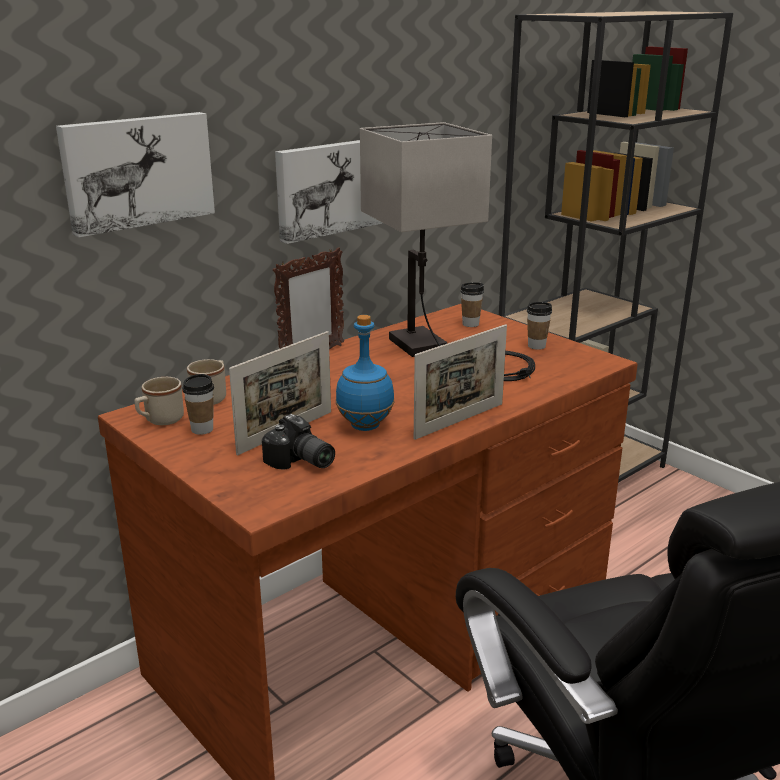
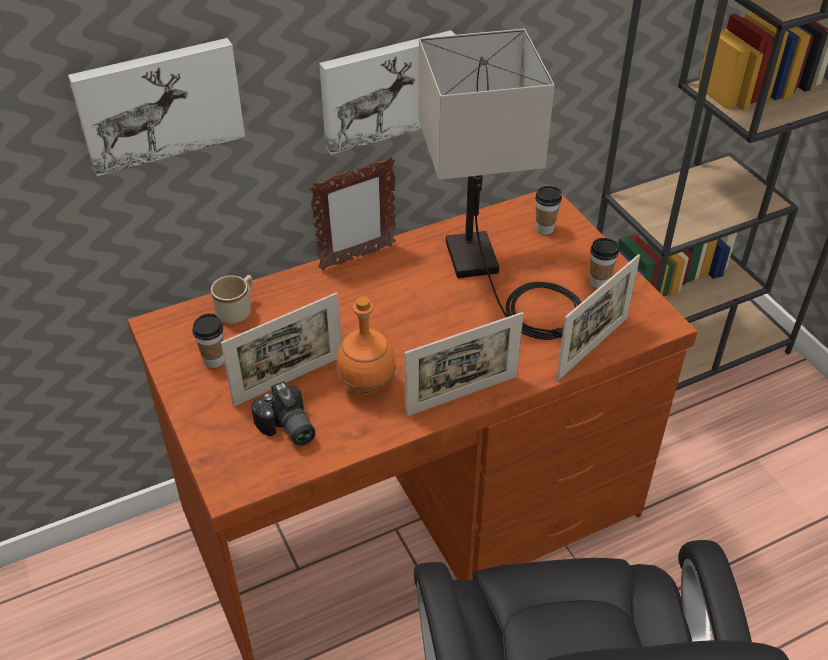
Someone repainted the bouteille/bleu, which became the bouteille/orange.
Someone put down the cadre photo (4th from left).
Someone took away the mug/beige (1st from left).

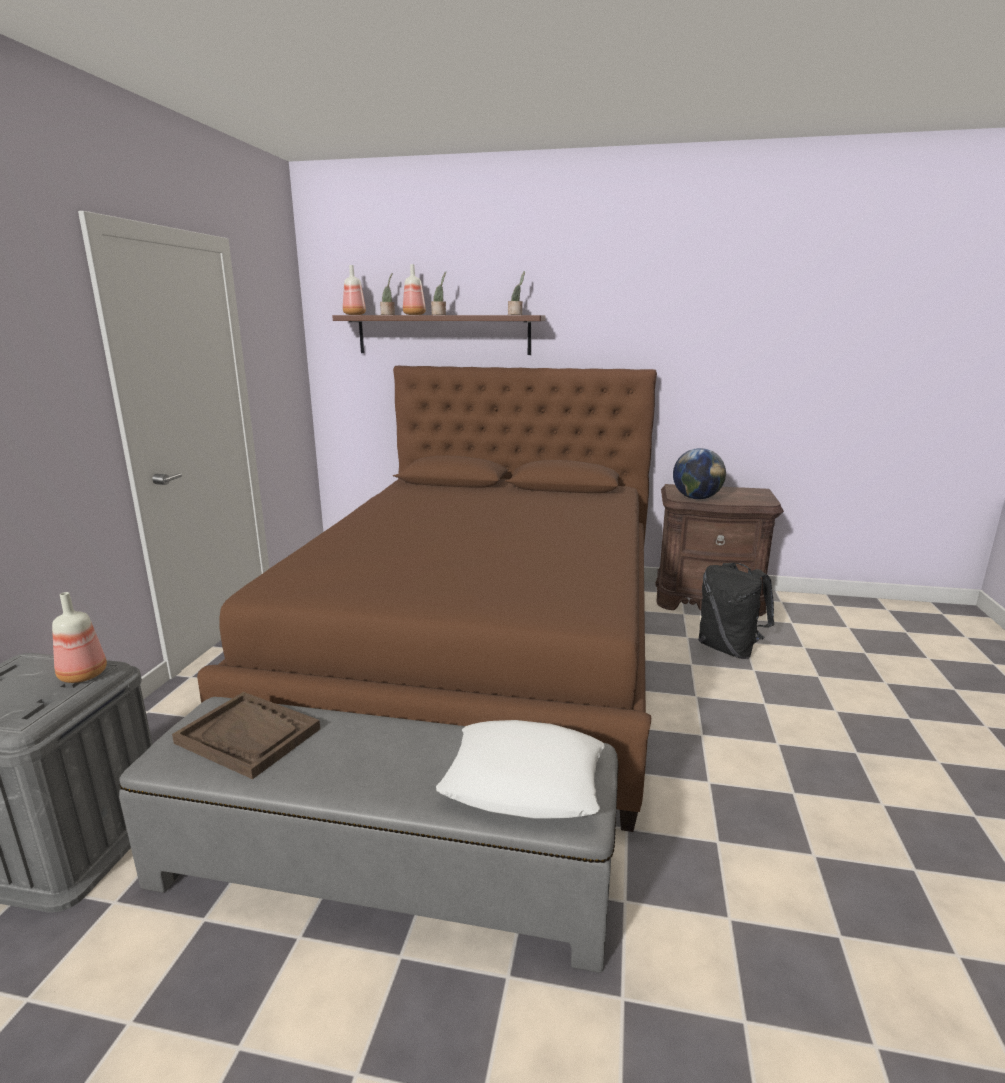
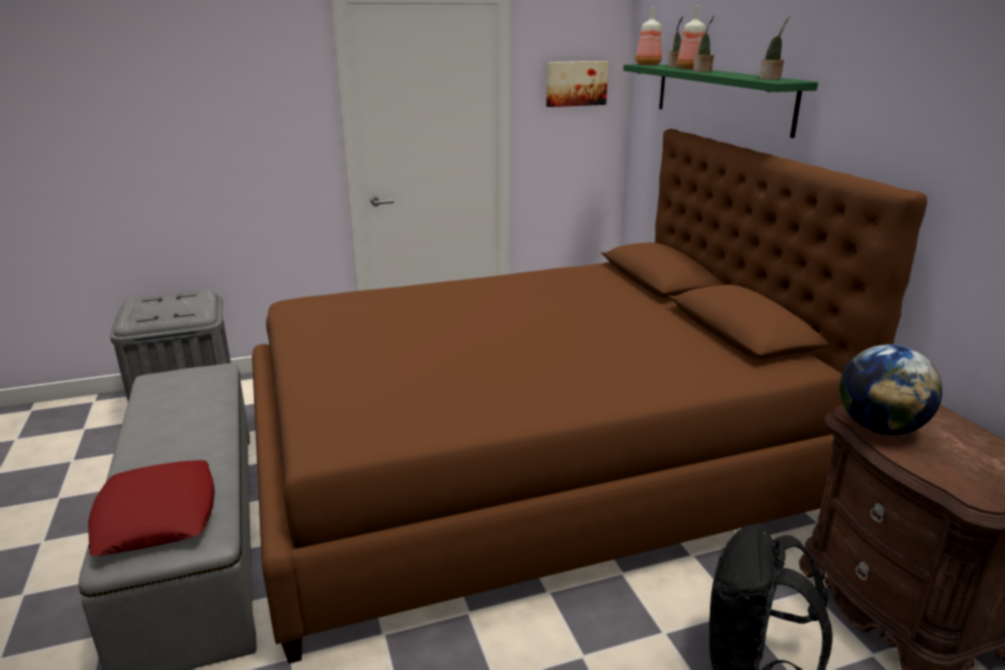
Someone repainted the coussin/blanc, which became the coussin/rouge.
Someone put up the tableau.
Someone repainted the étagère/marron, which became the étagère/vert.
Someone took away the bouteille (1st from left).
Someone took away the plateau/marron.

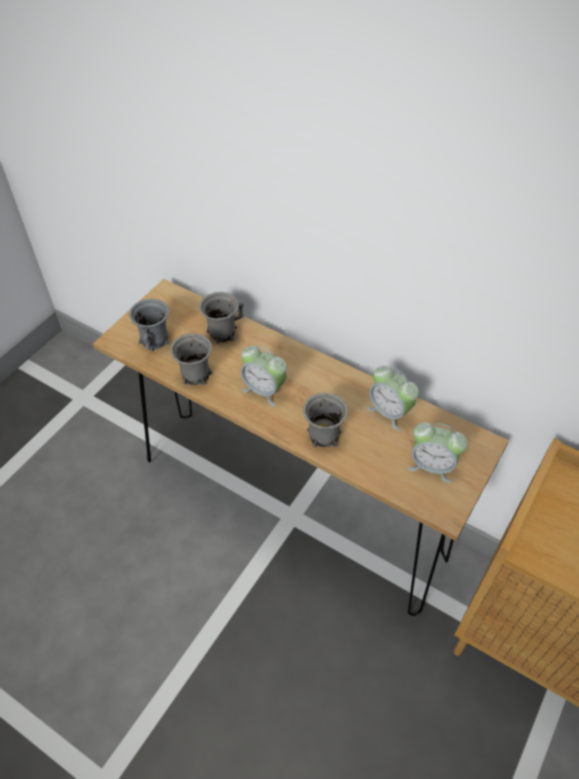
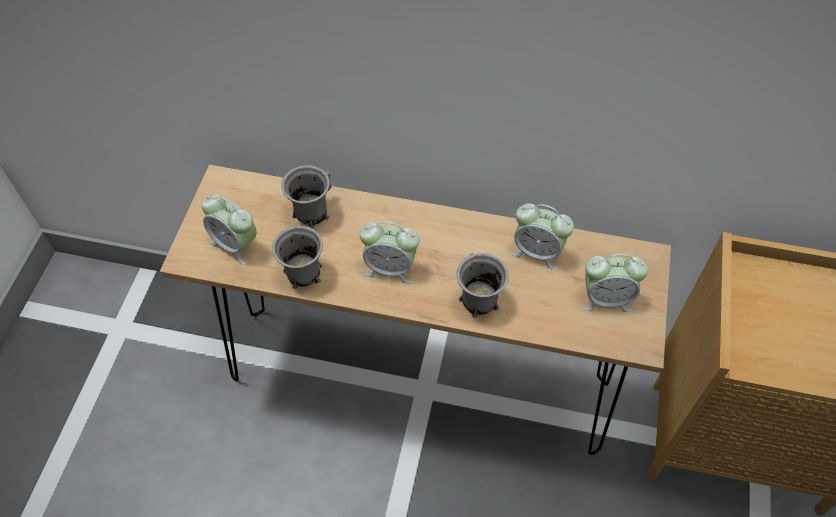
Someone swapped the mug/gris (1st from left) for the réveil (1st from left).

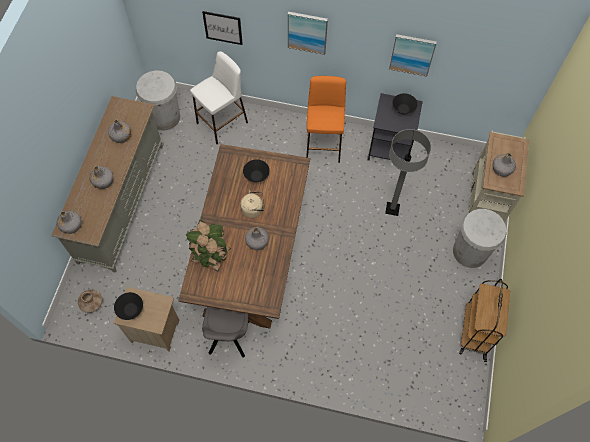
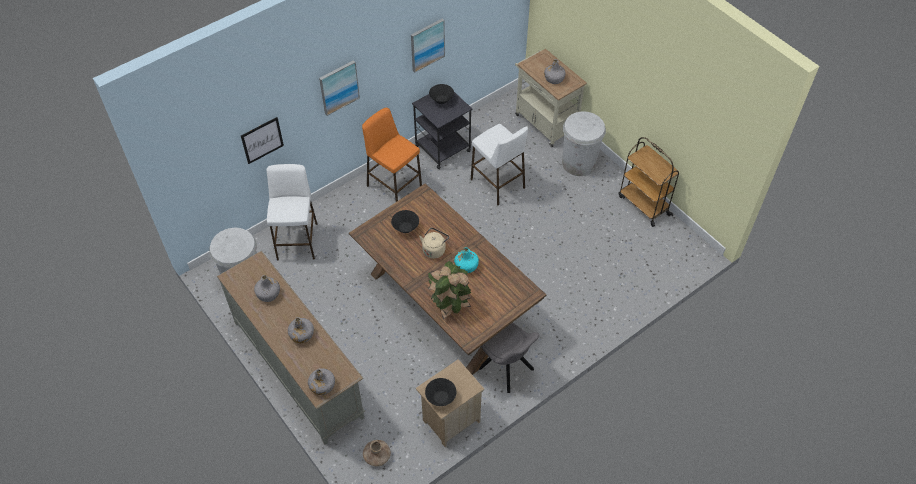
Someone repainted the bouteille/gris (4th from left), which became the bouteille/turquoise.
Someone swapped the lampadaire/gris for the tabouret/blanc (2nd from left).

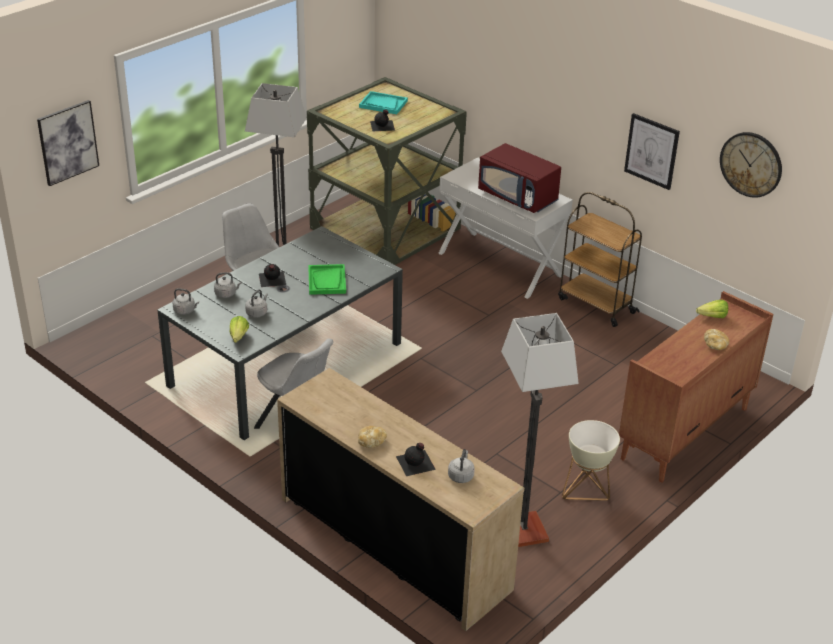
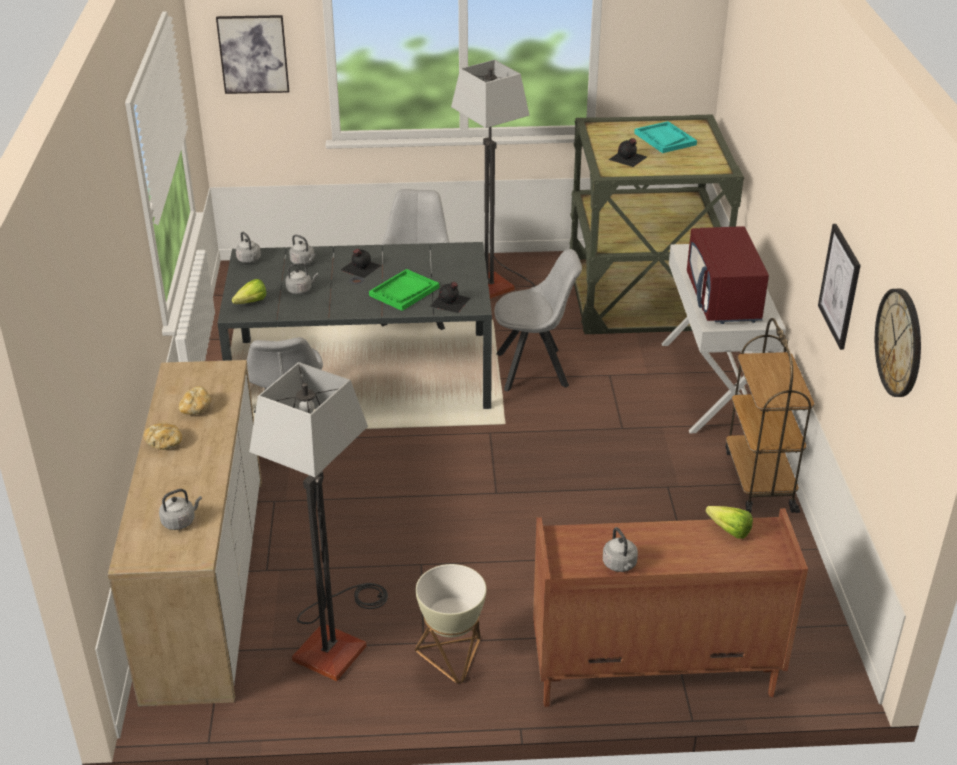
Someone carried the pain (2nd from left).
Someone carried the bouteille/noir (3rd from left in the first image).
Someone put down the chaise/gris (3rd from left).
Someone put down the bouilloire/gris (5th from left).

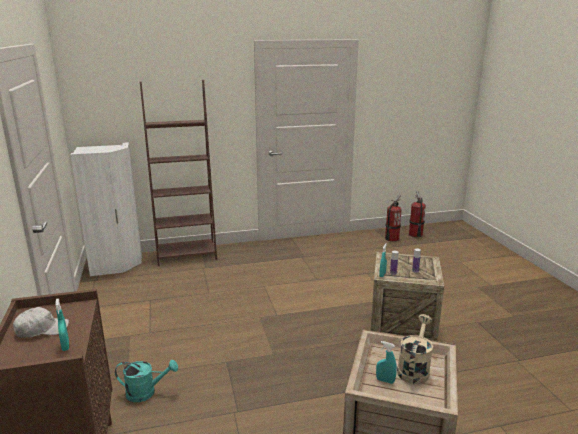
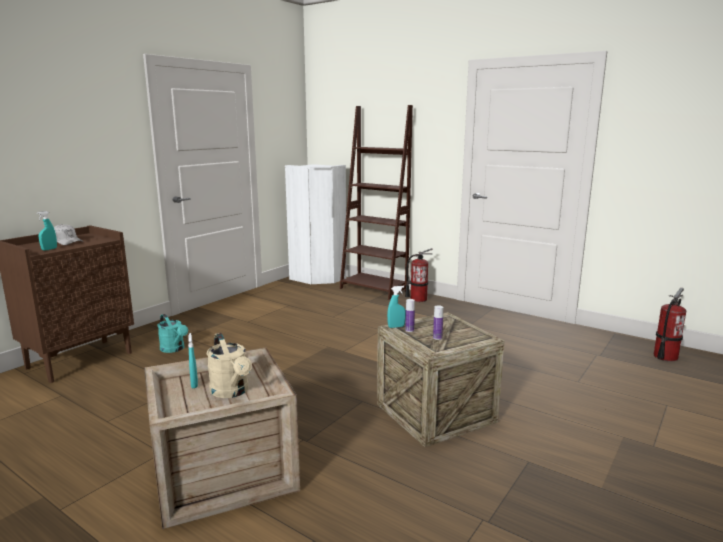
Someone rotated the arrosoir/beige by 75 degrees clockwise.
Someone carried the extincteur (1st from left).

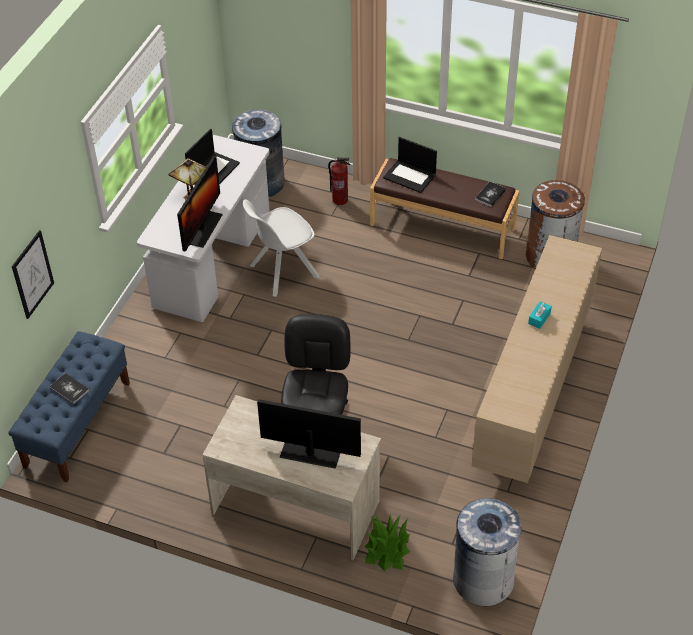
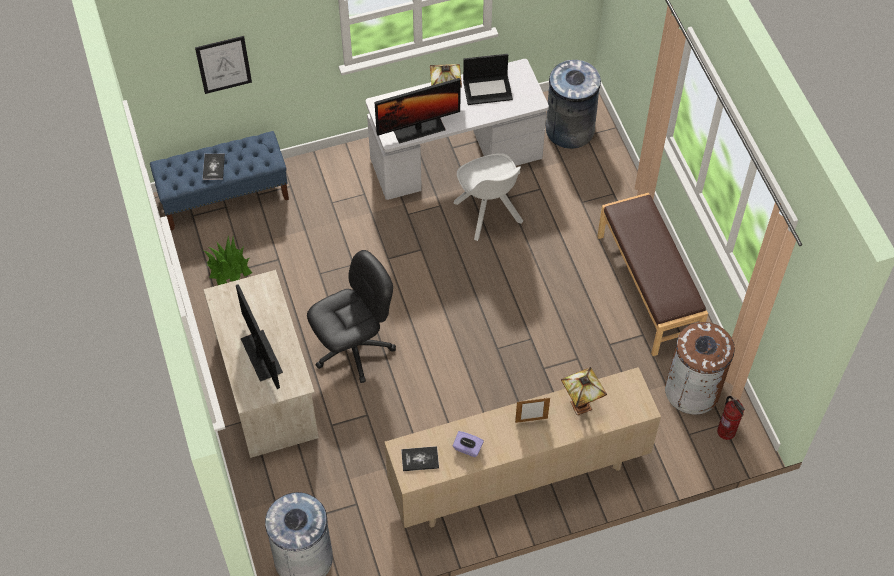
Someone carried the plante en pot.
Someone carried the livre (2nd from left).
Someone rotated the chaise/blanc by 135 degrees counterclockwise.
Someone put down the boîte à mouchoirs/violet.
Someone swapped the boîte à mouchoirs/turquoise for the cadre photo.
Someone put down the lampe de table (2nd from left).
Someone carried the extincteur.
Someone took away the ordinateur portable (2nd from left).

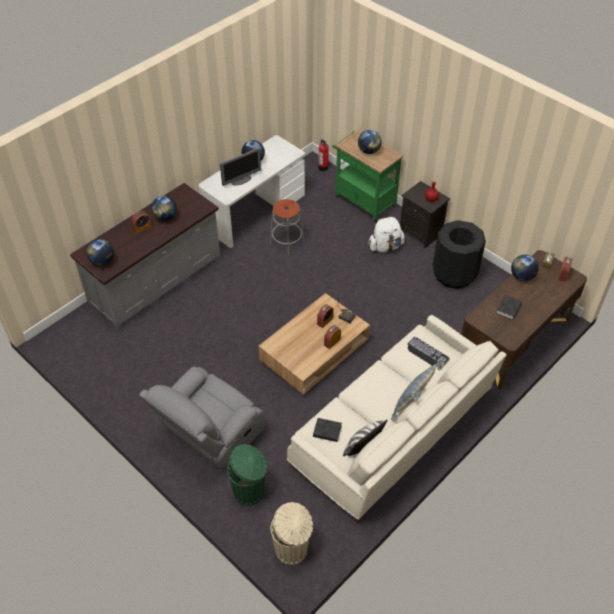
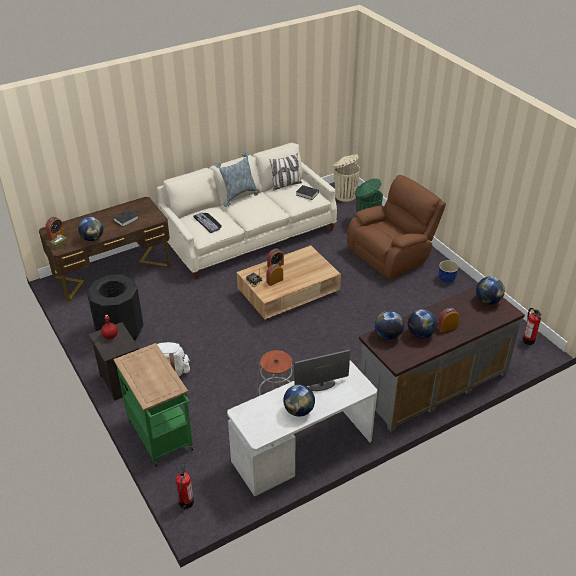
Someone repainted the fauteuil/gris, which became the fauteuil/marron.
Someone carried the globe (4th from left in the first image).
Someone put down the cache-pot.
Someone put down the extincteur (2nd from left).

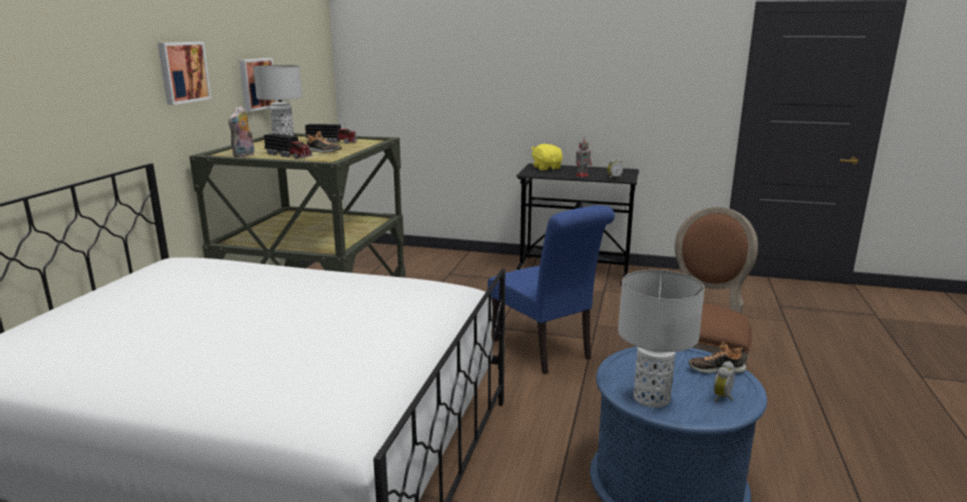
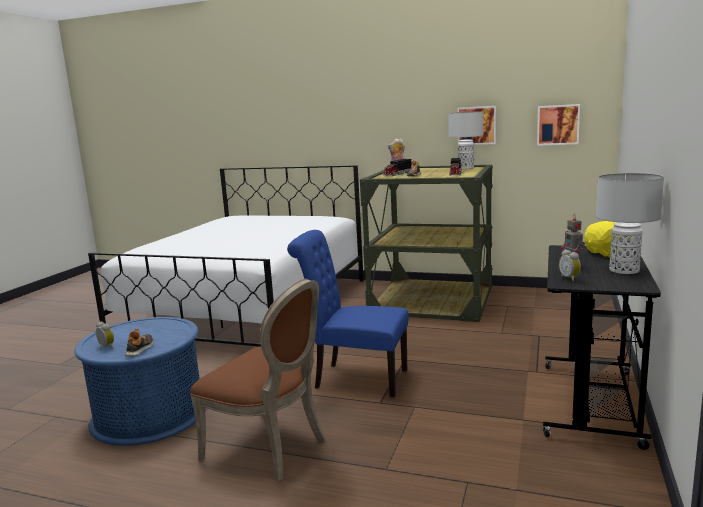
Someone rotated the chaise/bleu by 45 degrees clockwise.
Someone carried the tableau (1st from left in the first image).
Someone carried the lampe de table/blanc (2nd from left).

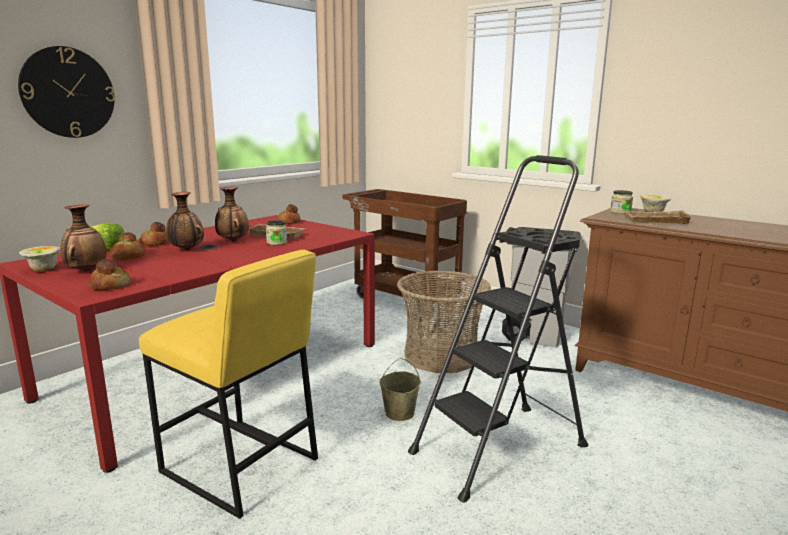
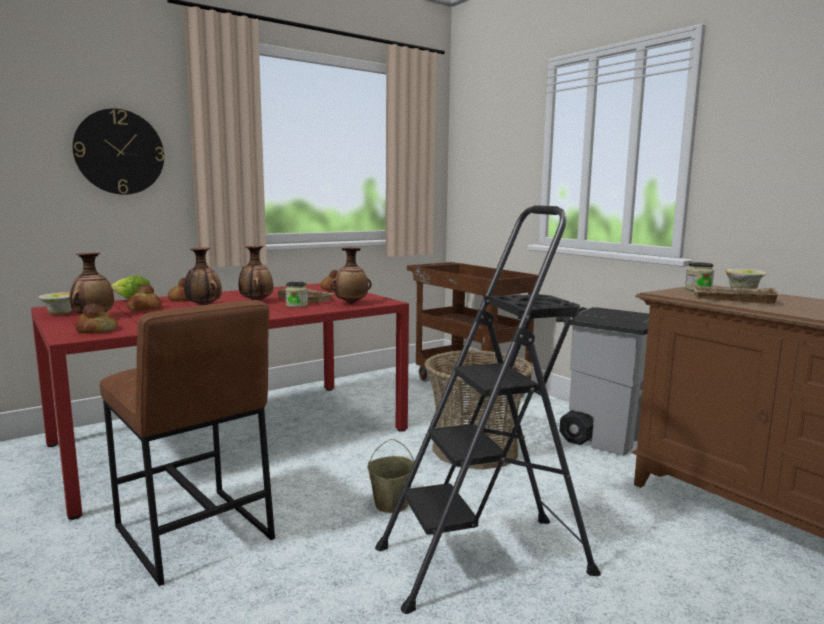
Someone repainted the chaise/jaune, which became the chaise/marron.
Someone put down the vase (4th from left).

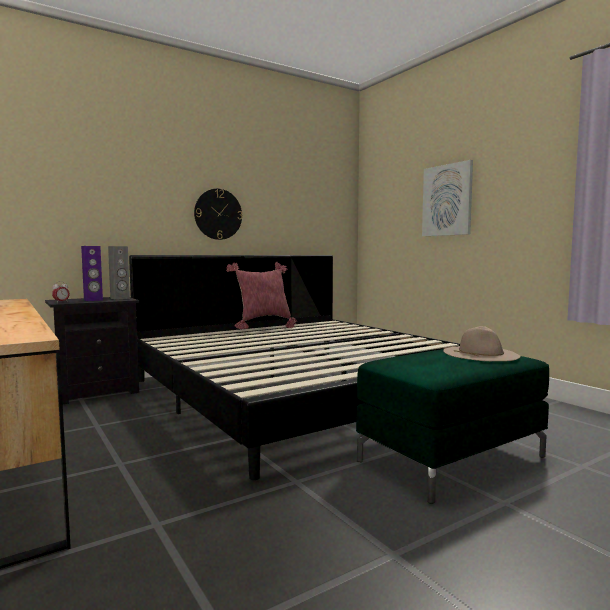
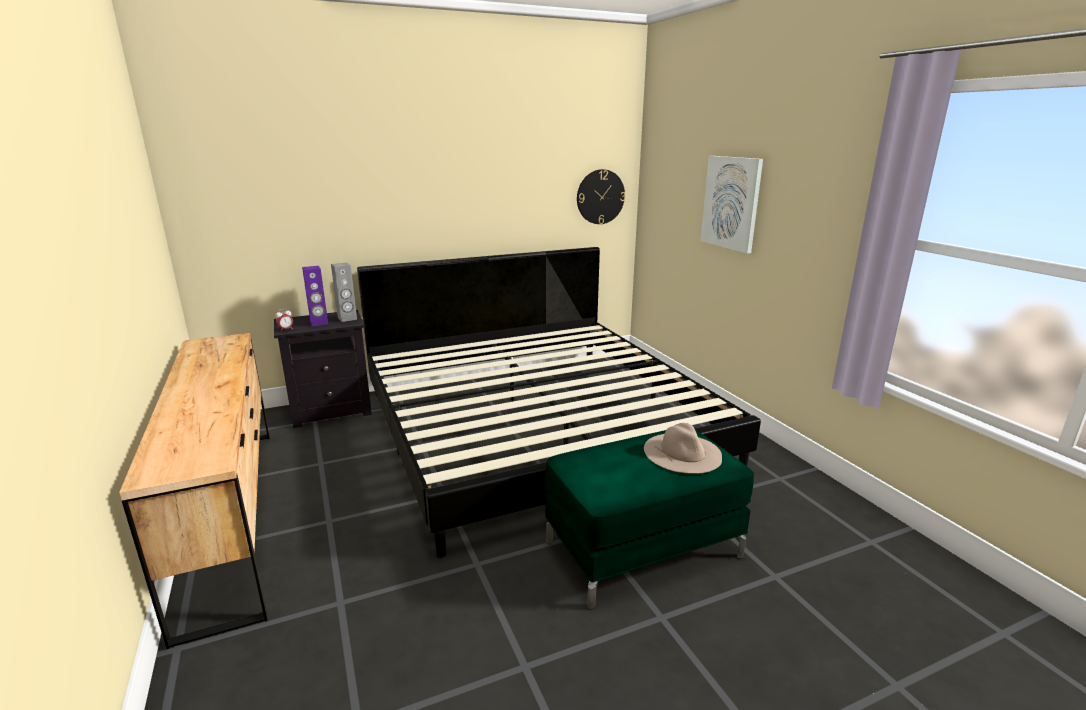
Someone carried the horloge murale.
Someone took away the coussin/rouge.

